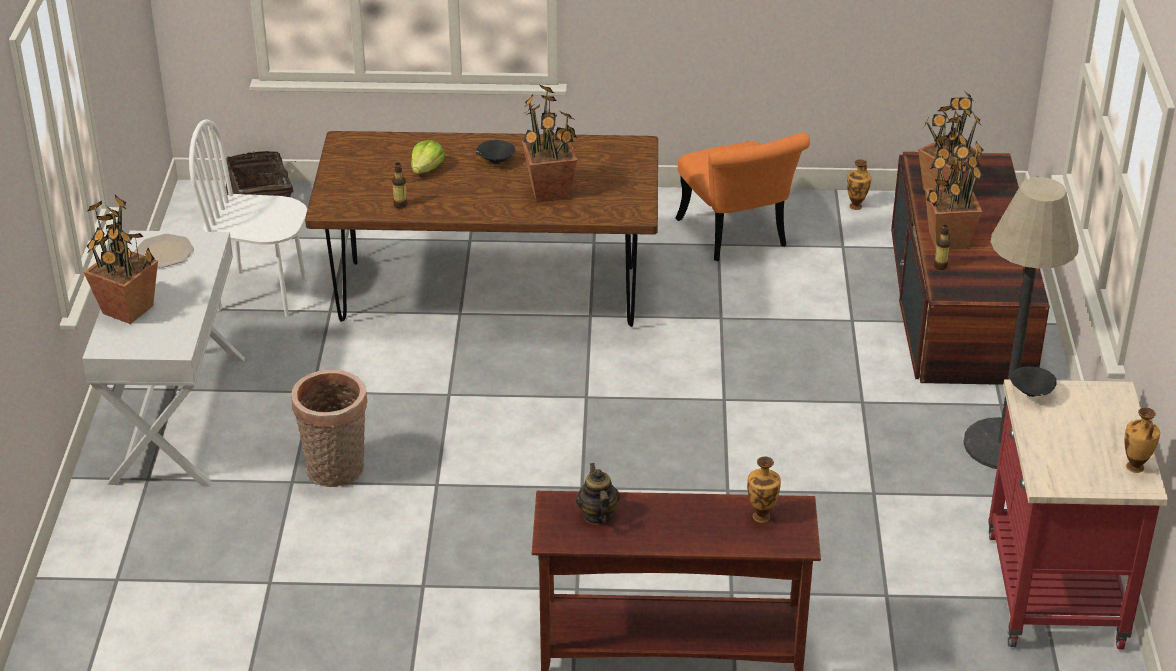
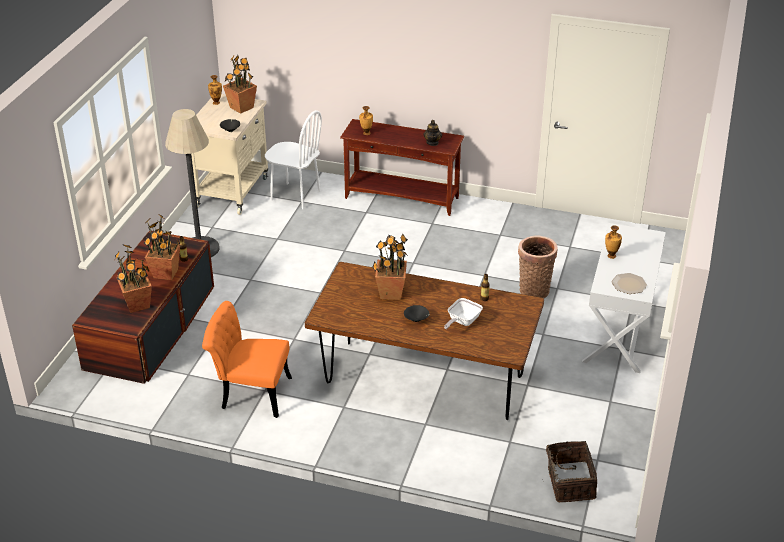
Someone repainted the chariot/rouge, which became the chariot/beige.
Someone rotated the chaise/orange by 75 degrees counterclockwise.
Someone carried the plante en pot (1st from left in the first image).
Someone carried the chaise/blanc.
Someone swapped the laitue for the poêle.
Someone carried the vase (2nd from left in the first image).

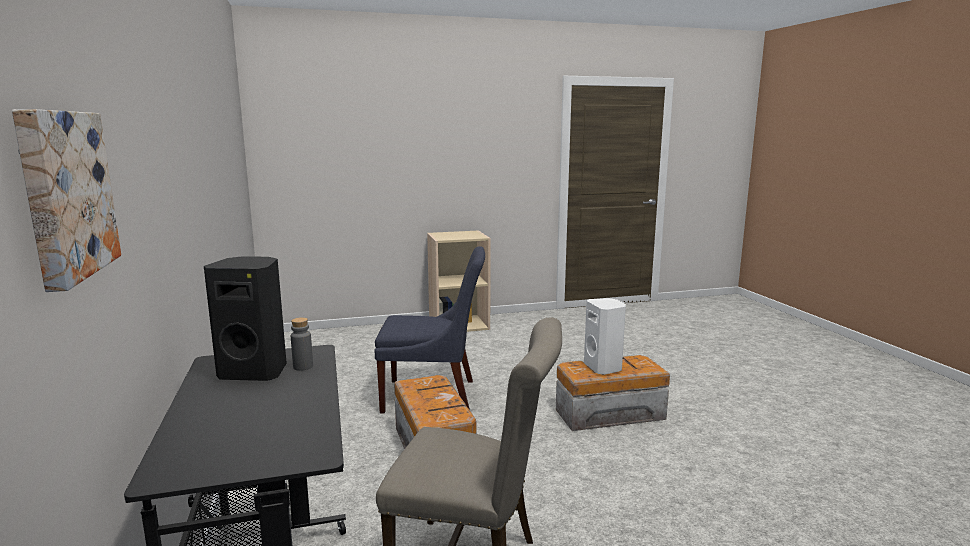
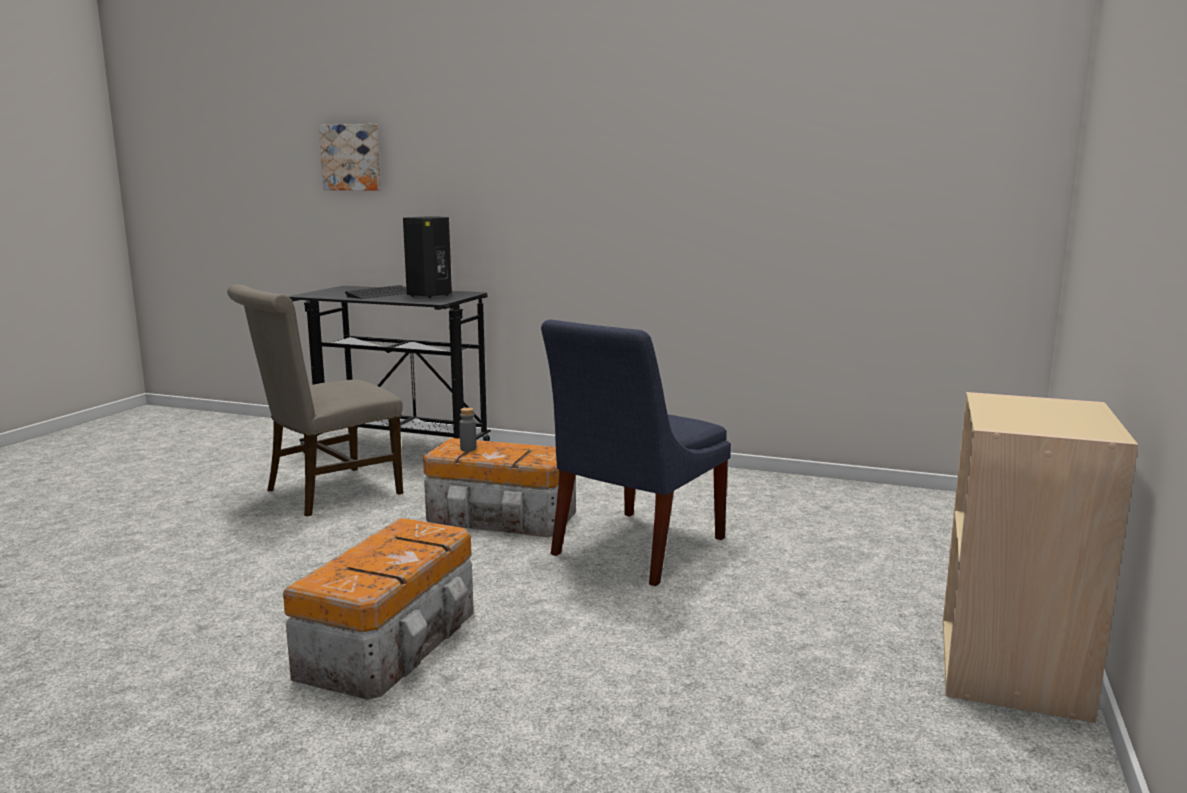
Someone put down the clavier.
Someone carried the bouteille/gris.
Someone took away the enceinte/blanc.

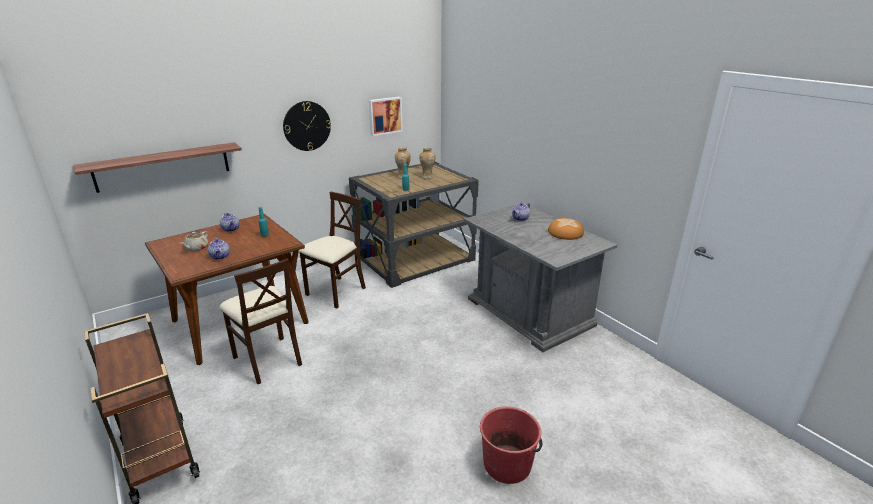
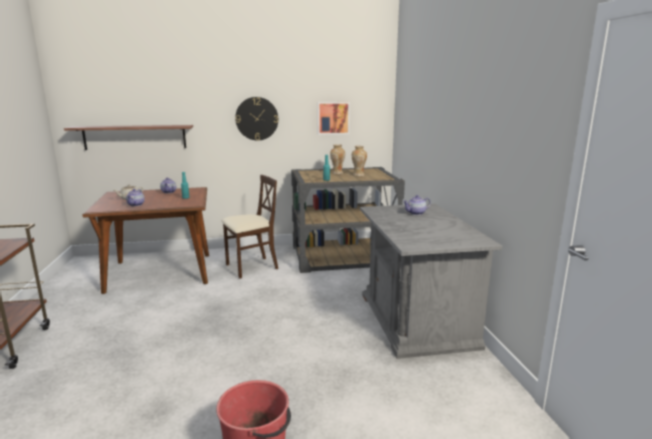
Someone took away the chaise/beige (1st from left).
Someone took away the pain.

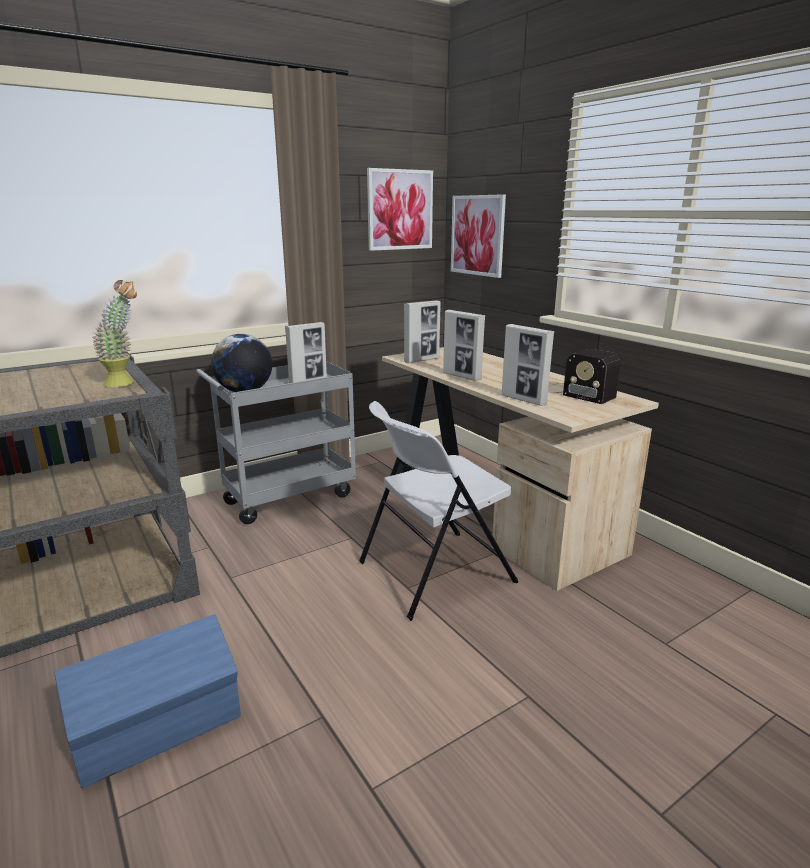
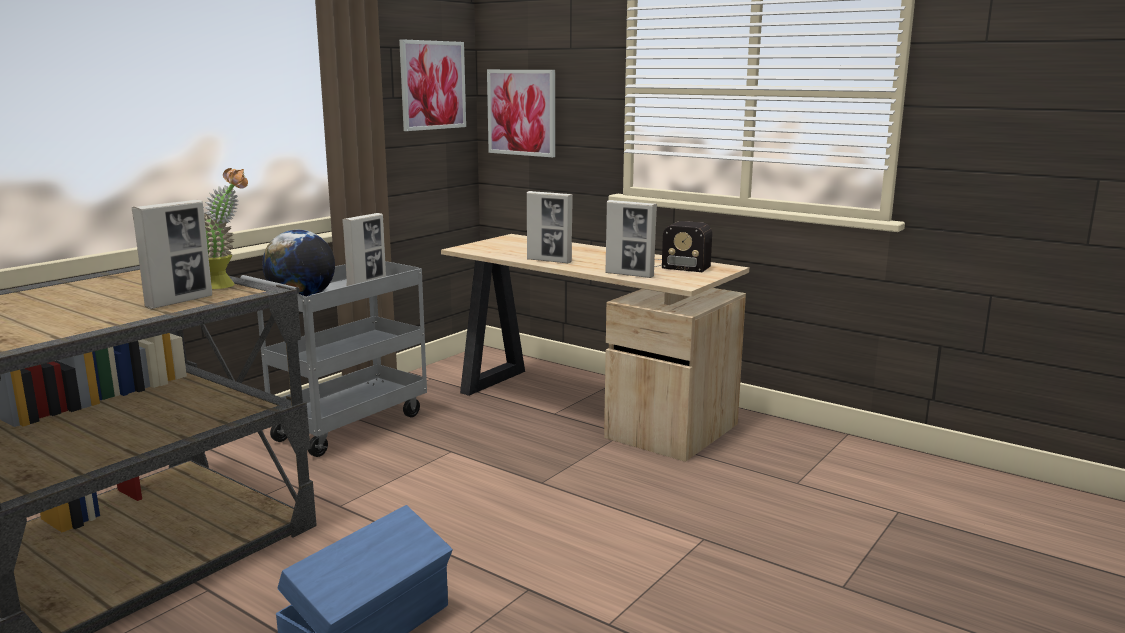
Someone carried the cadre photo (2nd from left in the first image).
Someone took away the chaise/blanc.

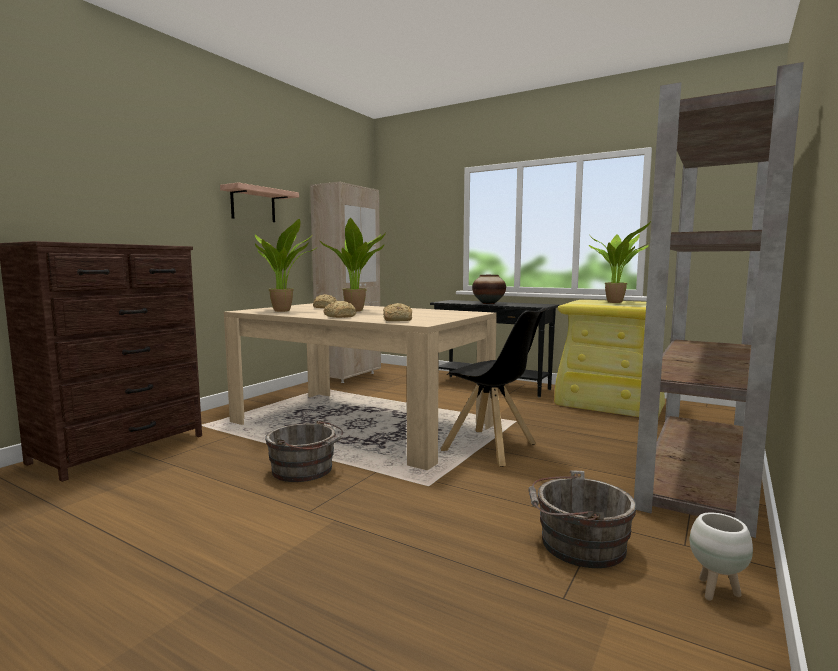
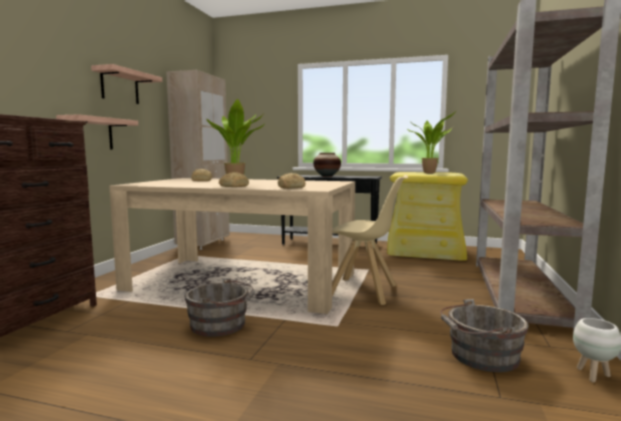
Someone put up the étagère (1st from left).
Someone repainted the chaise/noir, which became the chaise/beige.
Someone took away the plante en pot (1st from left).

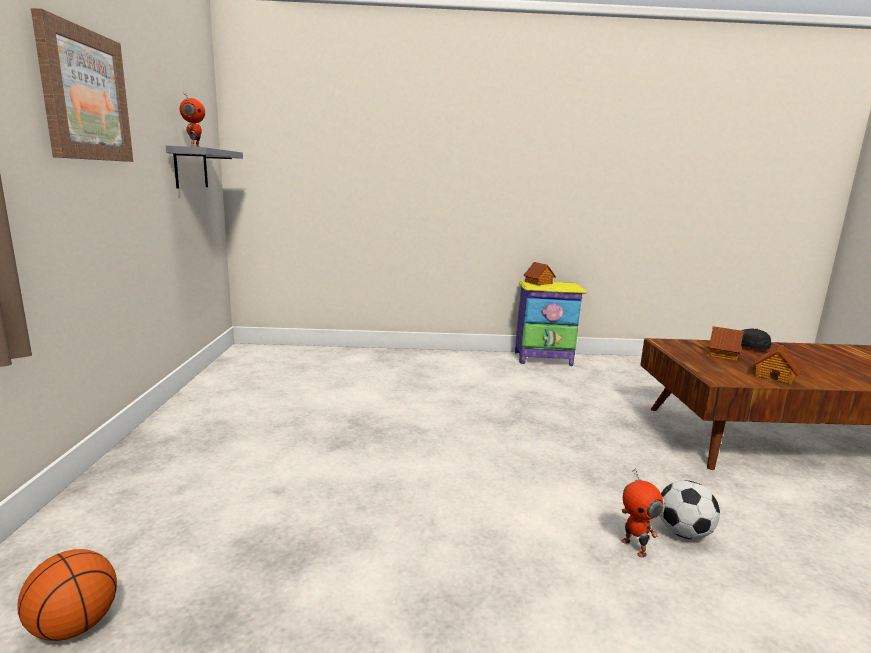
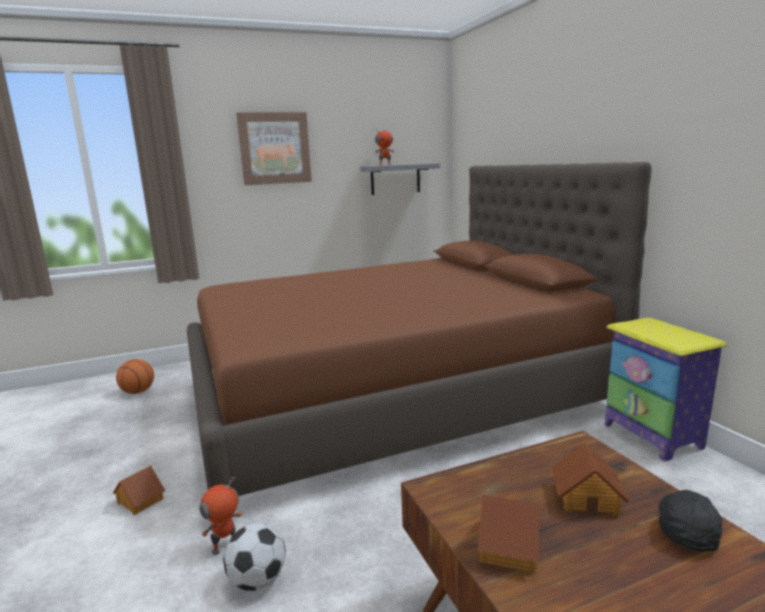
Someone carried the maison miniature (1st from left).
Someone put down the lit/marron.

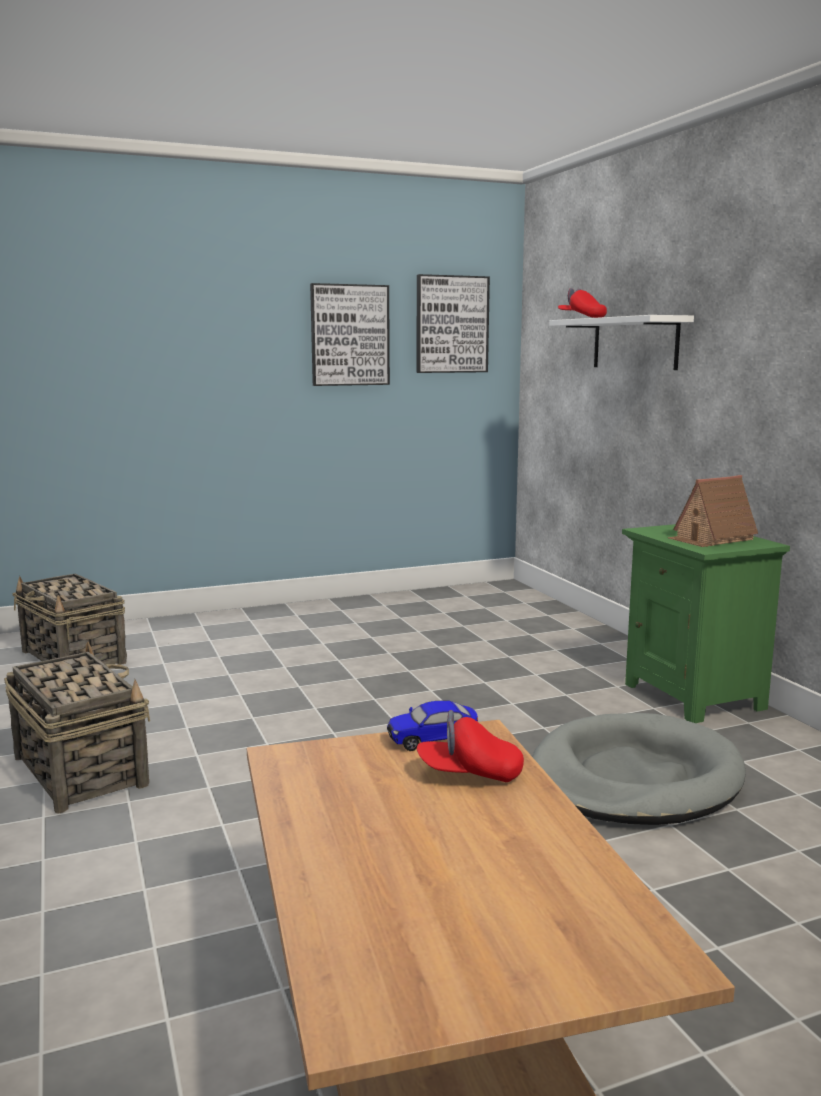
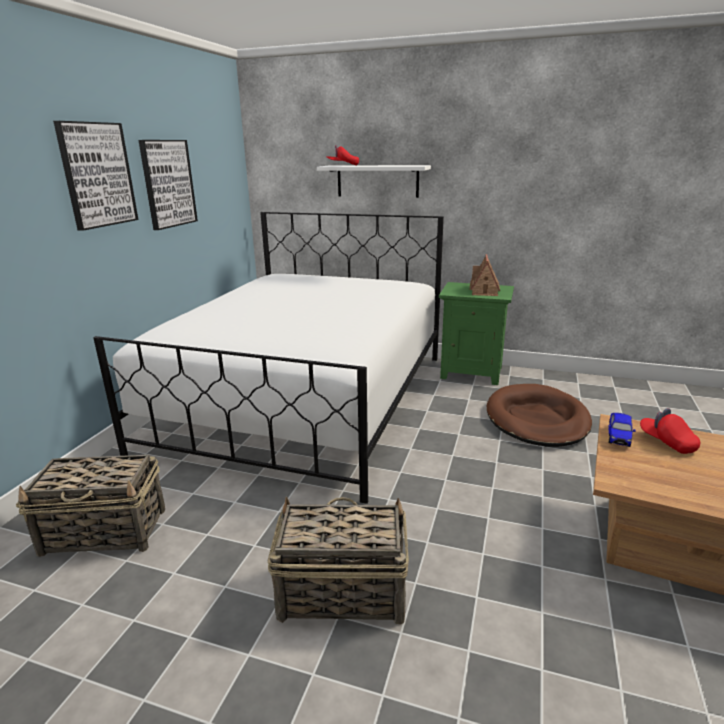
Someone carried the tableau (2nd from left in the first image).
Someone put down the lit/blanc.
Someone repainted the panier pour chien/gris, which became the panier pour chien/marron.
Someone rotated the casquette/rouge (1st from left in the first image) by 105 degrees clockwise.

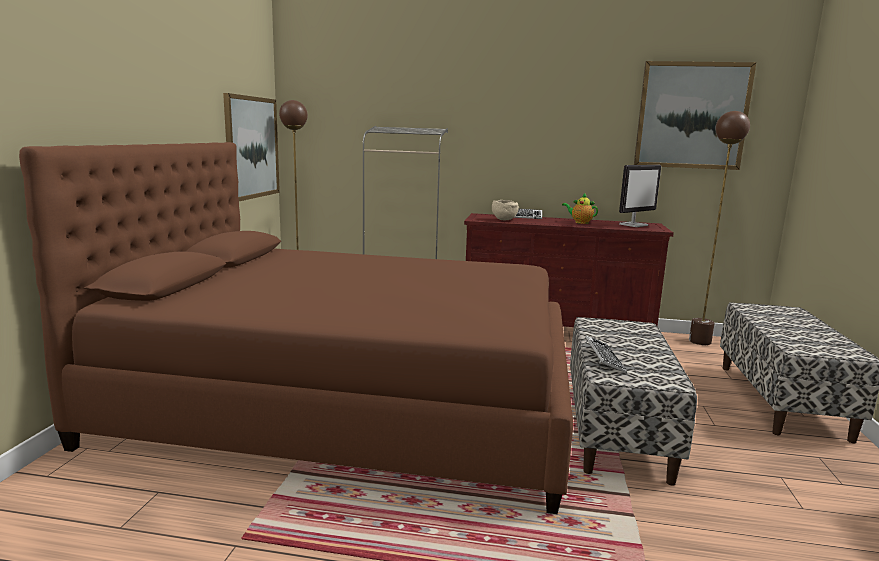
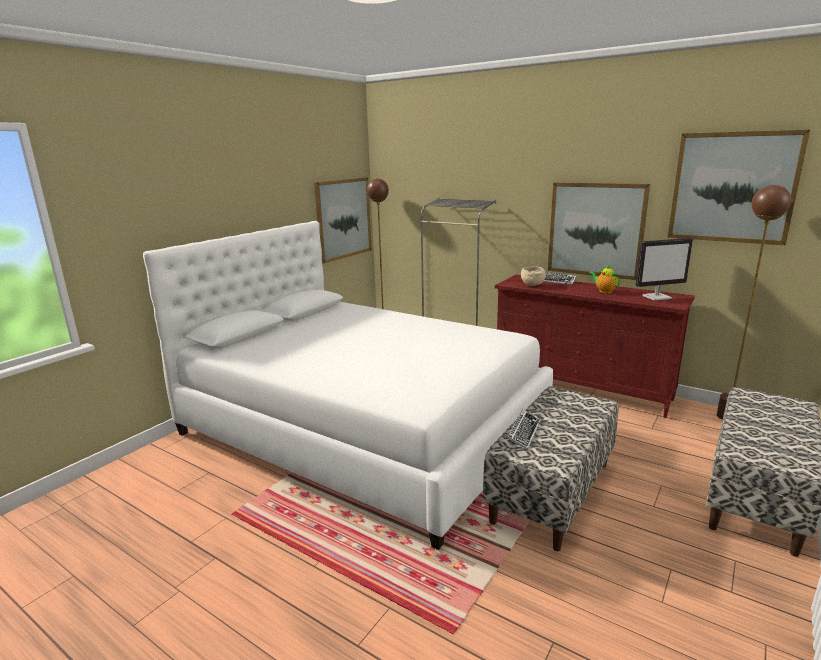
Someone repainted the lit/marron, which became the lit/blanc.
Someone put up the tableau (2nd from left).

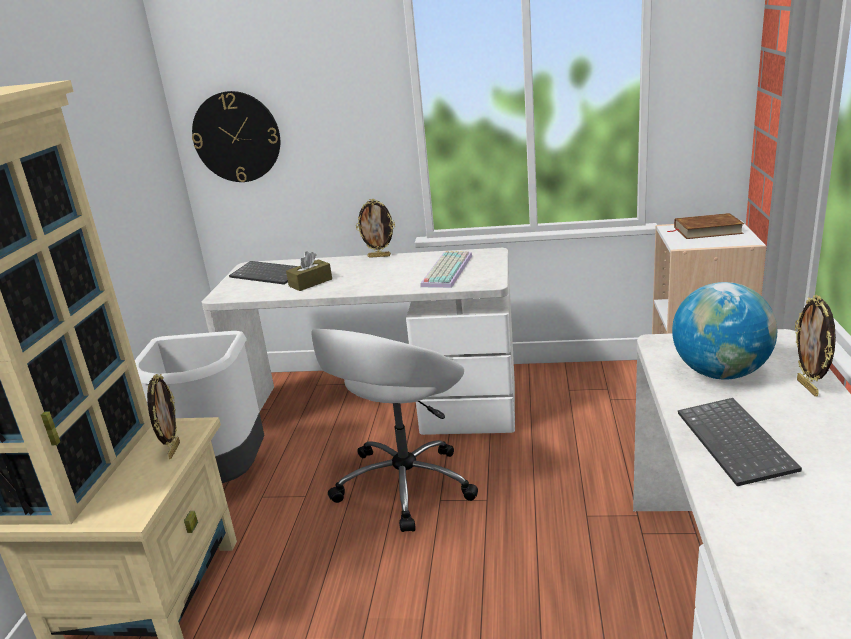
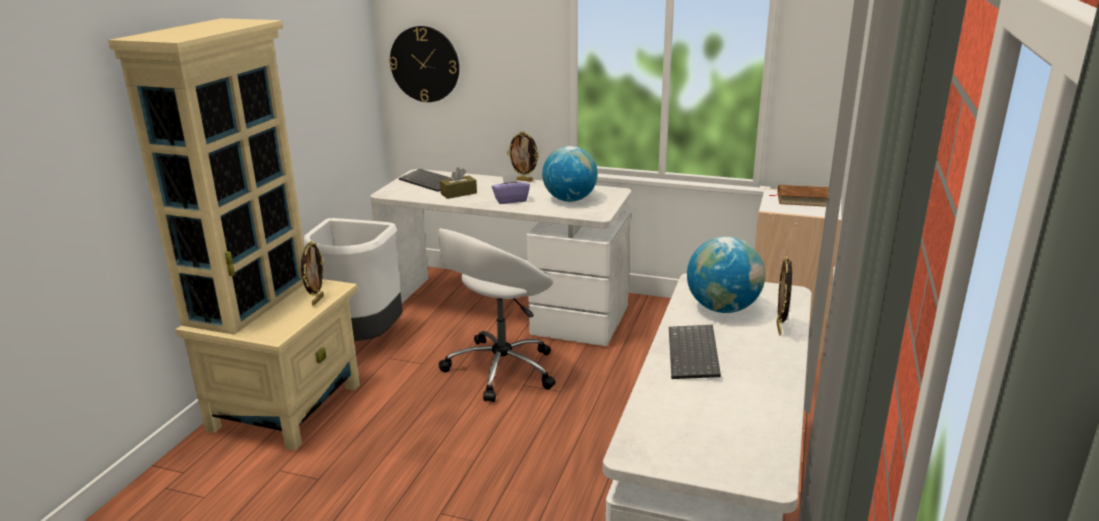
Someone put down the boîte à mouchoirs/violet.
Someone swapped the clavier (2nd from left) for the globe (1st from left).

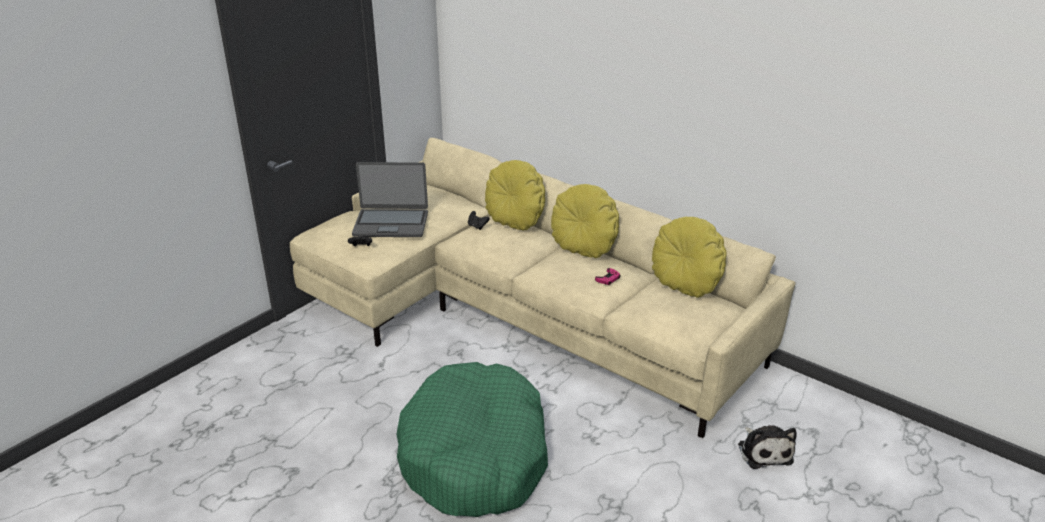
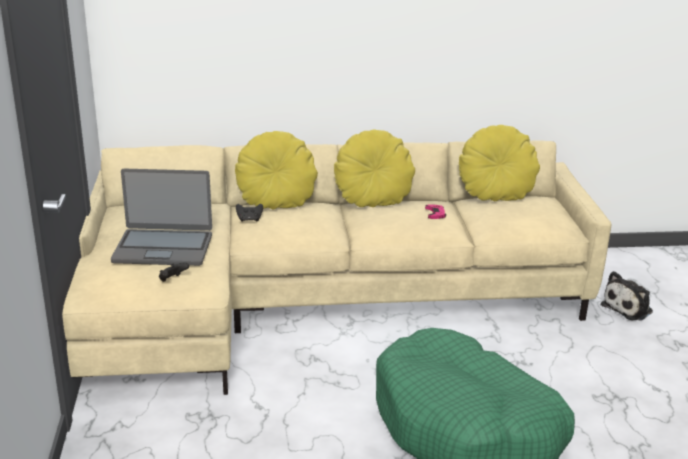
Someone rotated the ordinateur portable by 45 degrees clockwise.
Someone rotated the peluche by 105 degrees clockwise.

